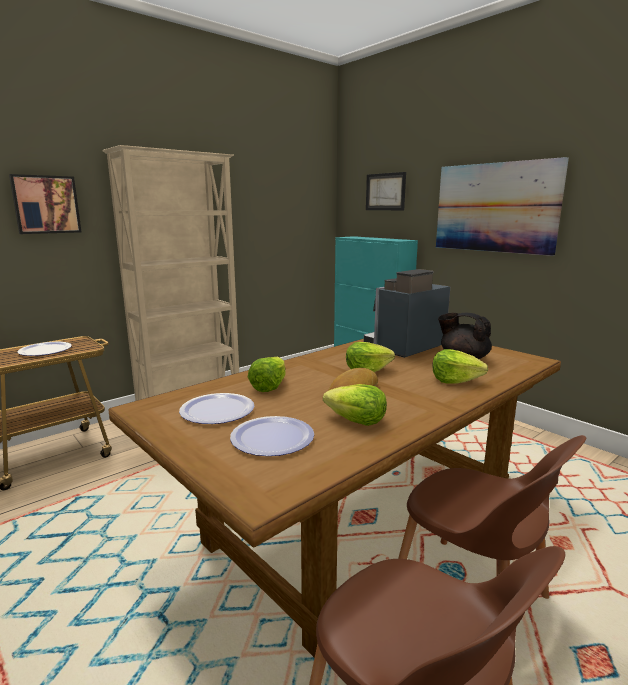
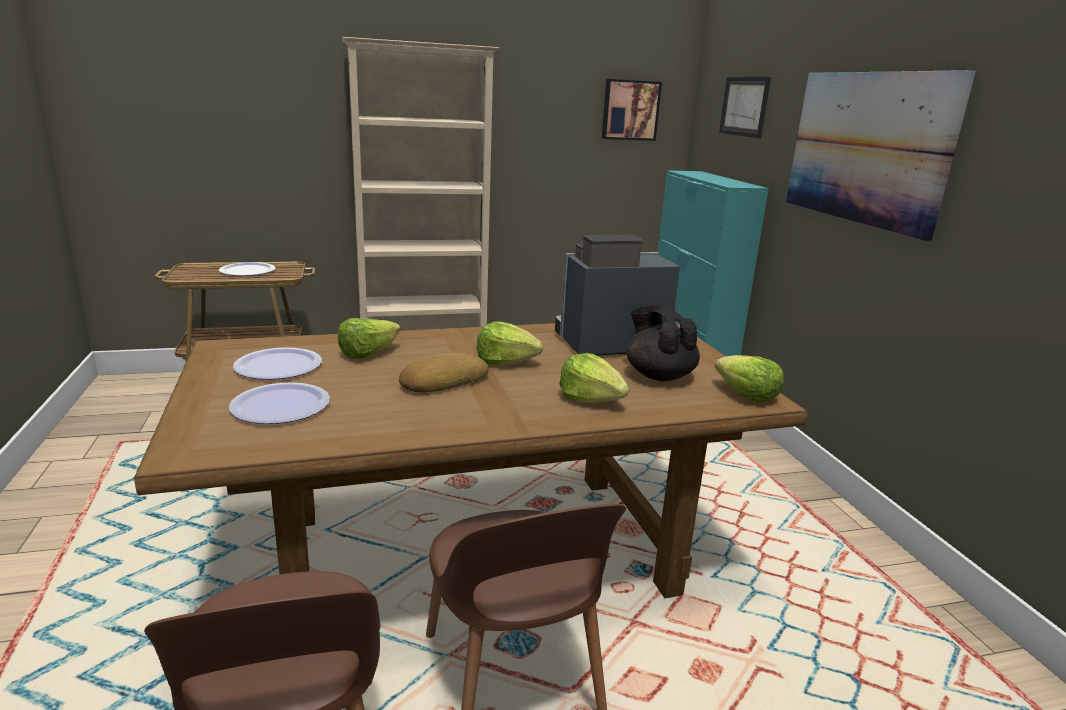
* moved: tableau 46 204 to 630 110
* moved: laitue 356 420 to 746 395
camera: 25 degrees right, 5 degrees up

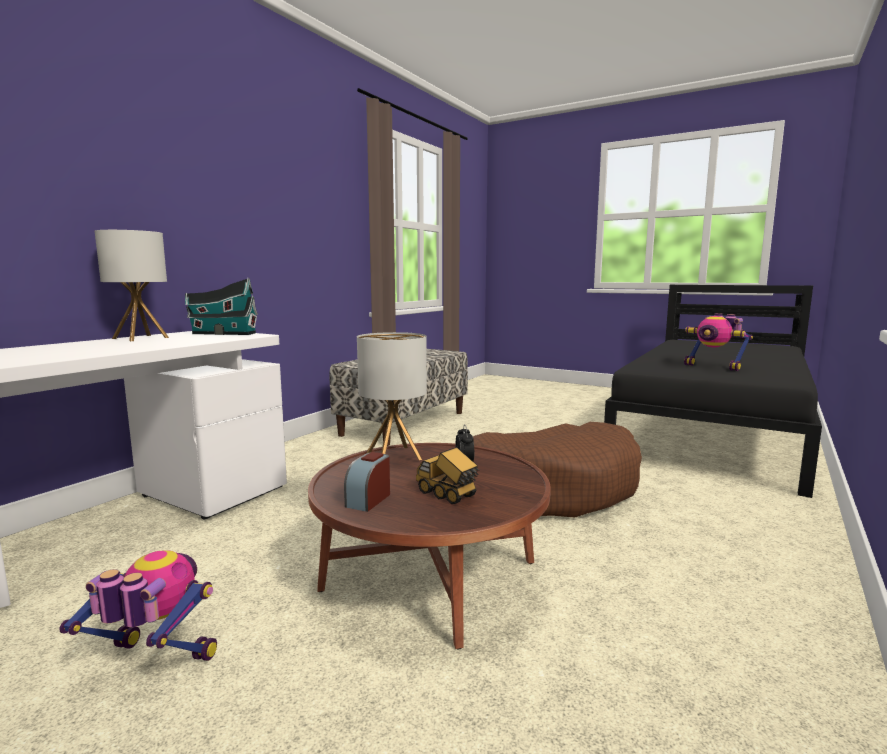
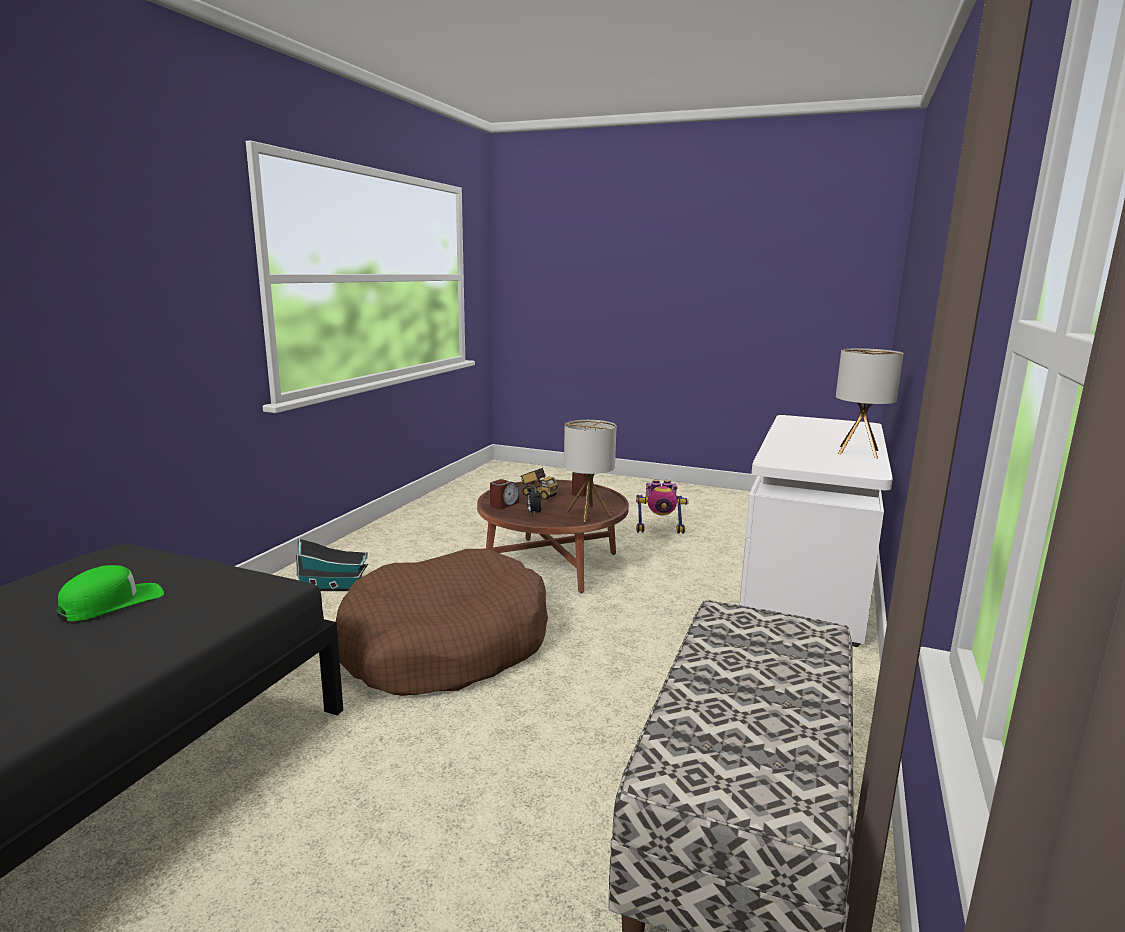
* added: réveil 504 504
* moved: maison miniature 222 333 to 334 587
* replaced: robot jouet 714 367 to casquette/vert 112 603
camera: 170 degrees right, 5 degrees up

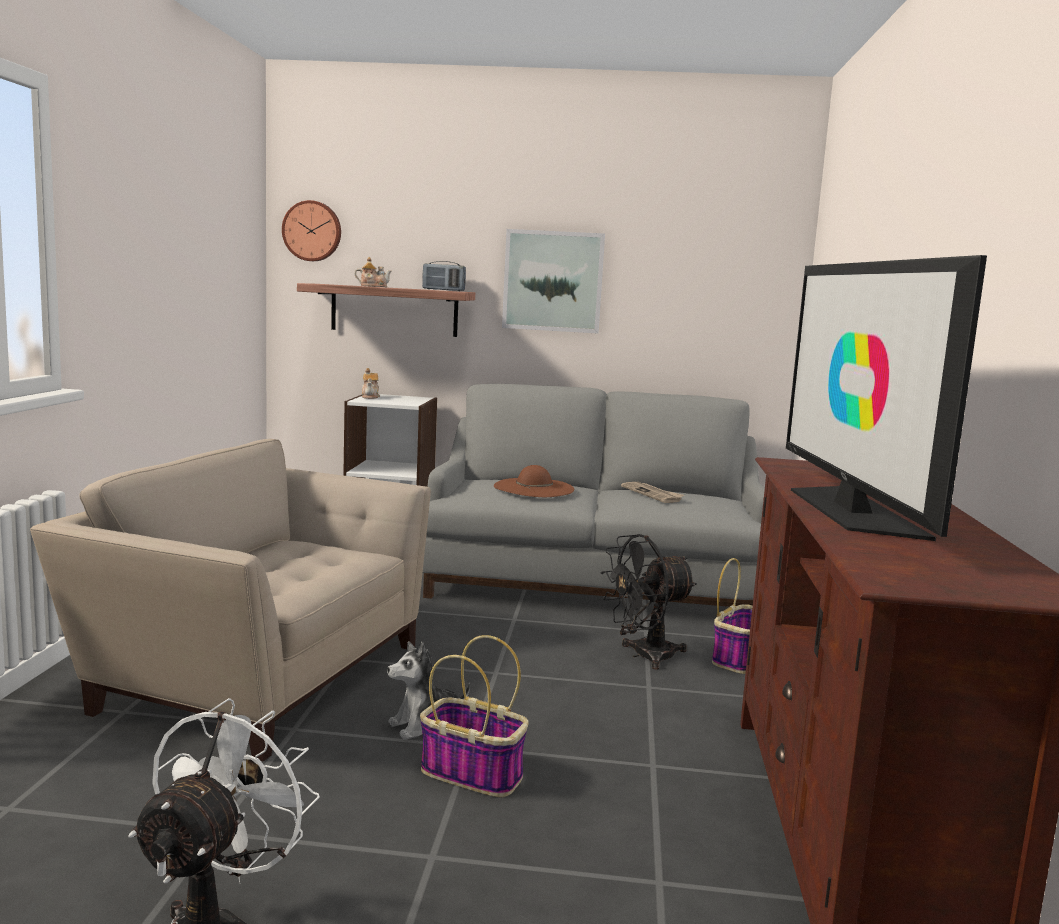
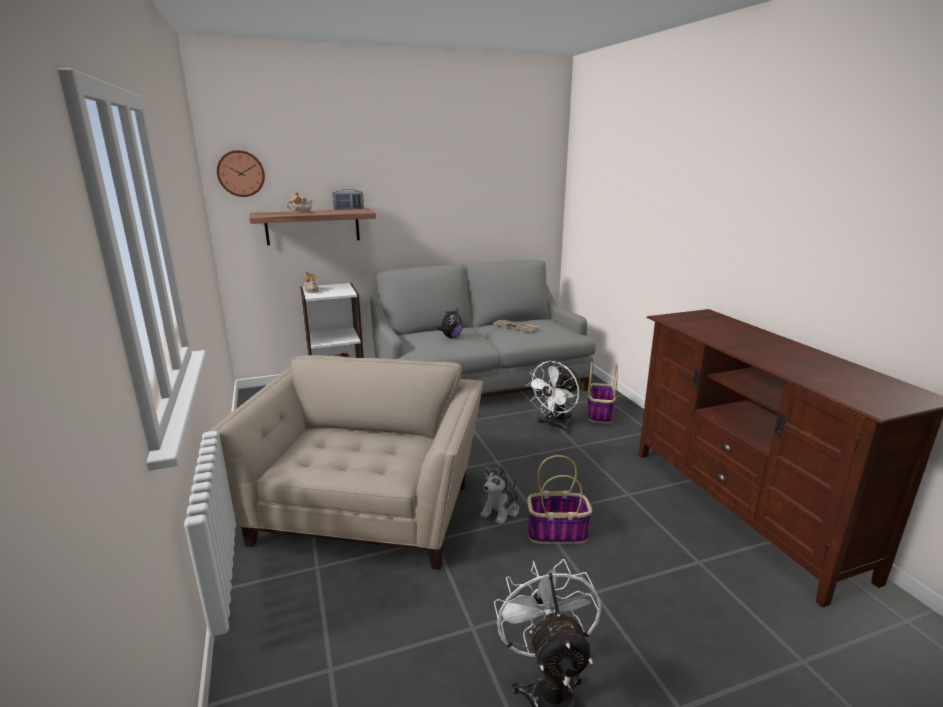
* removed: tableau 553 281
* removed: téléviseur 851 510
* replaced: chapeau/marron 534 488 to peluche 451 337
* recoloured: ventilateur/noir 643 656 to ventilateur/blanc 555 426
* turned: fauteuil/beige 257 674 = 367 508 105 degrees clockwise
camera: 25 degrees left, 10 degrees up

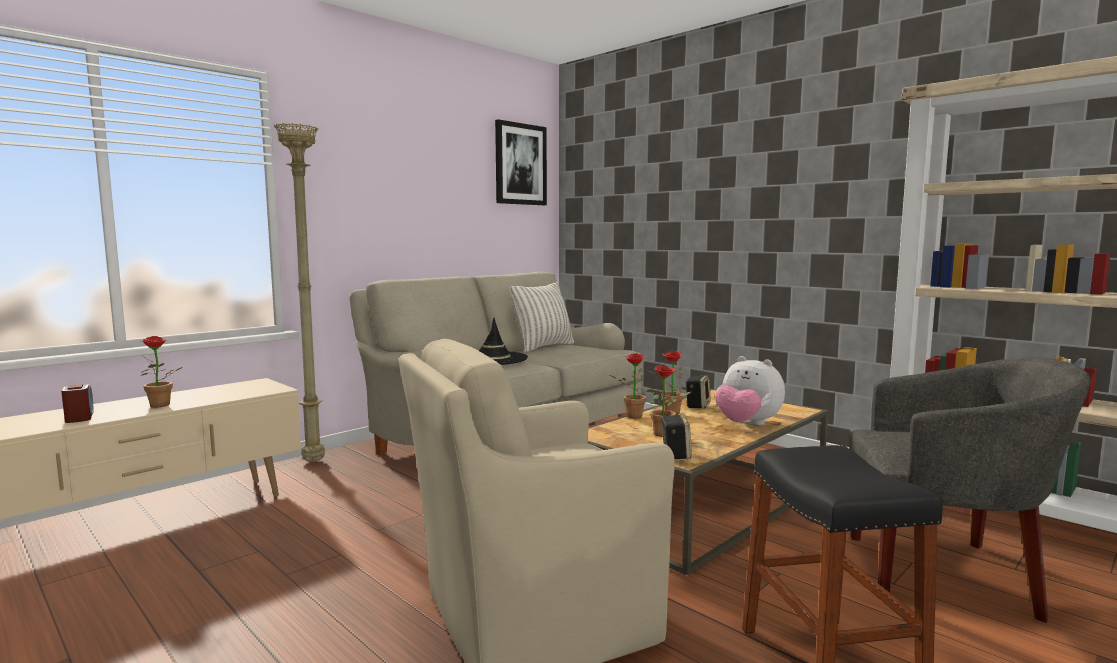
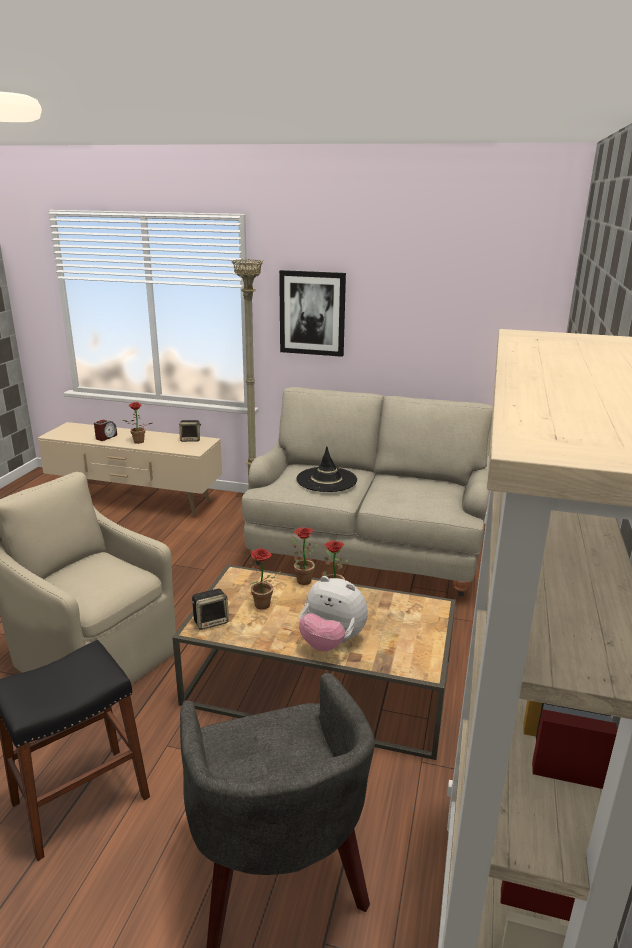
* removed: coussin 543 346
* moved: tableau 520 164 to 312 313
* moved: enceinte 697 405 to 190 439
* turned: peluche 747 424 = 331 642 75 degrees counterclockwise
camera: 60 degrees right, 15 degrees up

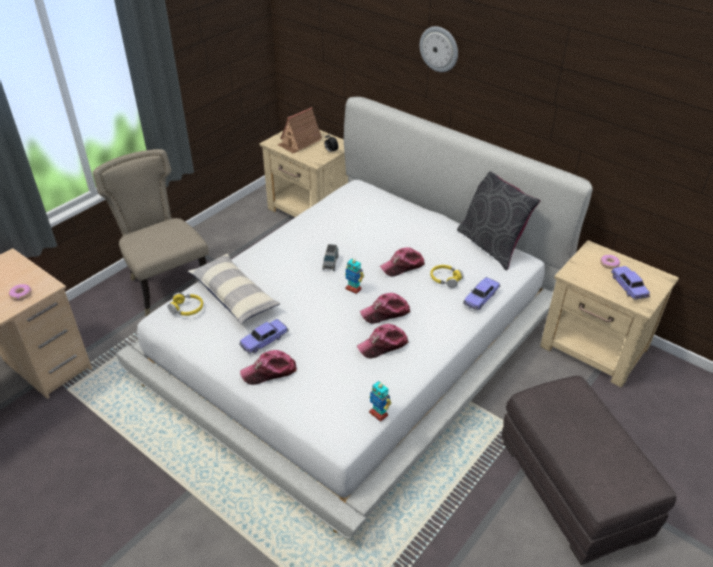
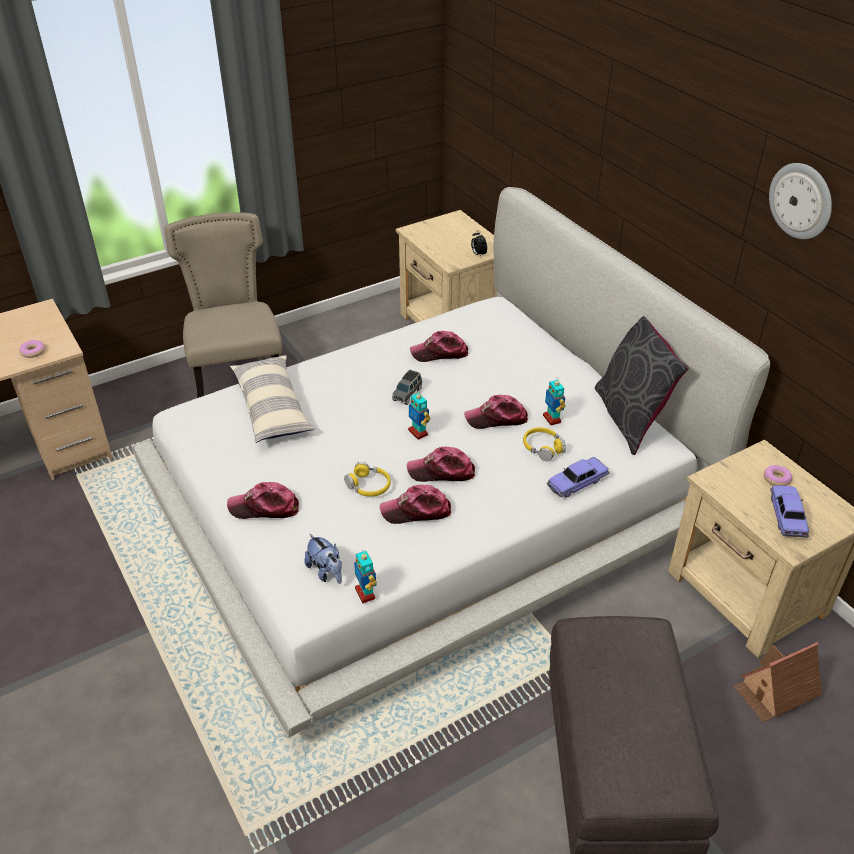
* removed: petite voiture 264 340
* added: peluche 326 572
* added: casquette 439 353
* added: robot jouet 552 419
* moved: casque audio/jaune 187 308 to 368 486
* moved: maison miniature 299 142 to 775 690
* moved: horloge murale 439 49 to 801 200
camera: 20 degrees right, 0 degrees up

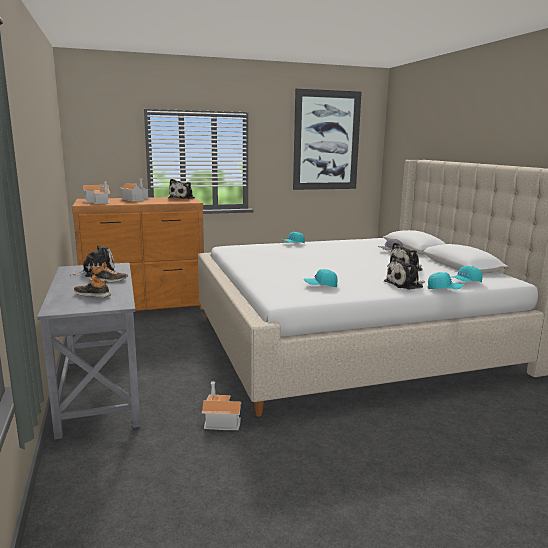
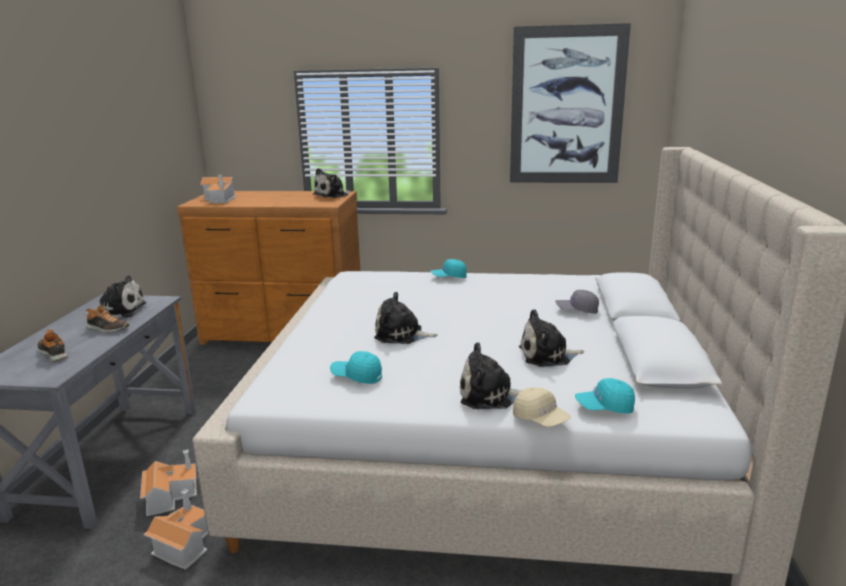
* added: peluche 401 335
* moved: maison miniature 135 199 to 170 495
* recoloured: casquette/turquoise 444 289 to casquette/beige 540 419
camera: 25 degrees right, 5 degrees up

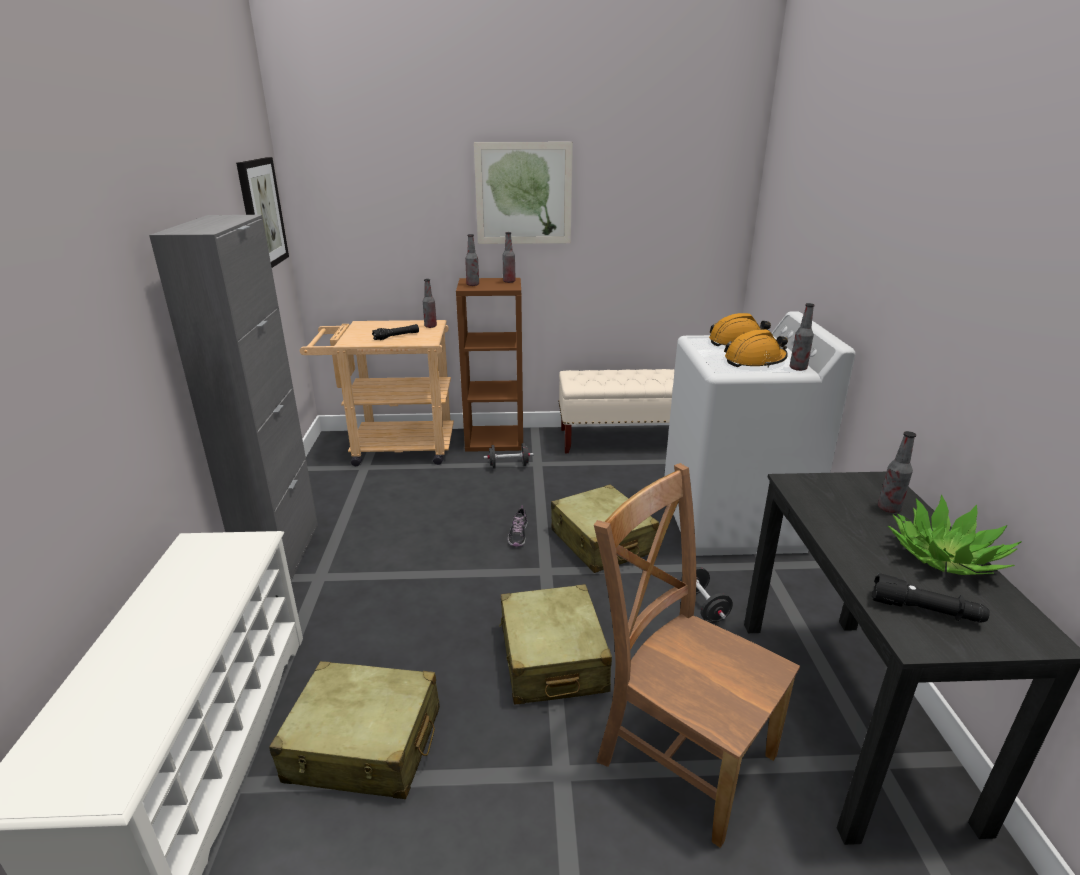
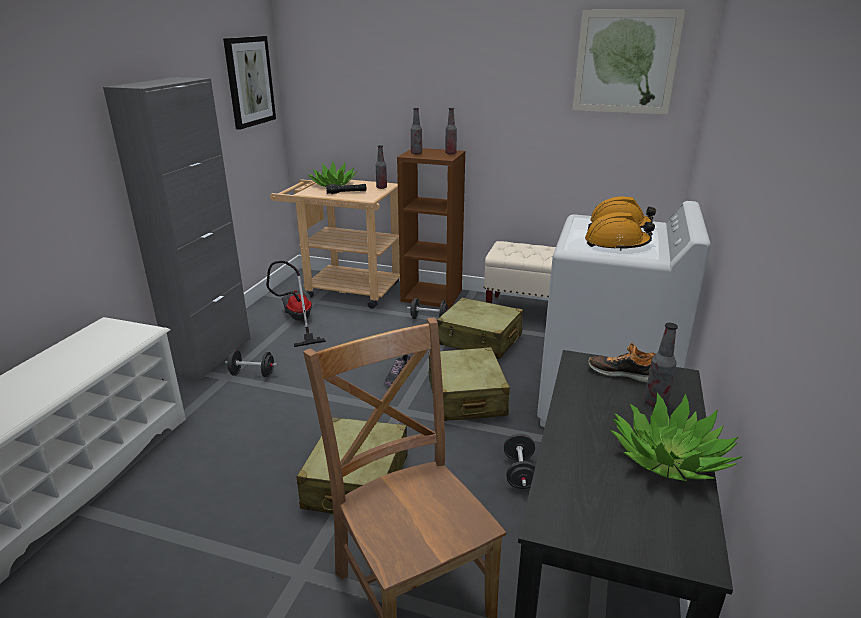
* removed: bouteille 798 368
* removed: lampe de poche/noir 925 611
* added: haltère/noir 252 374
* added: aspirateur 298 321
* added: plante en pot 333 184
* added: chaussure 622 373
* moved: valise/beige 364 745 to 479 340
* moved: tableau 523 194 to 625 62
camera: 20 degrees right, 0 degrees up

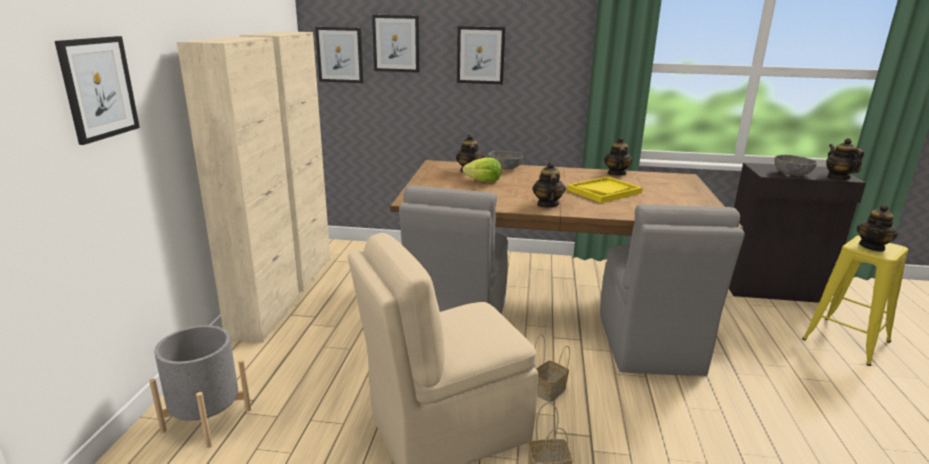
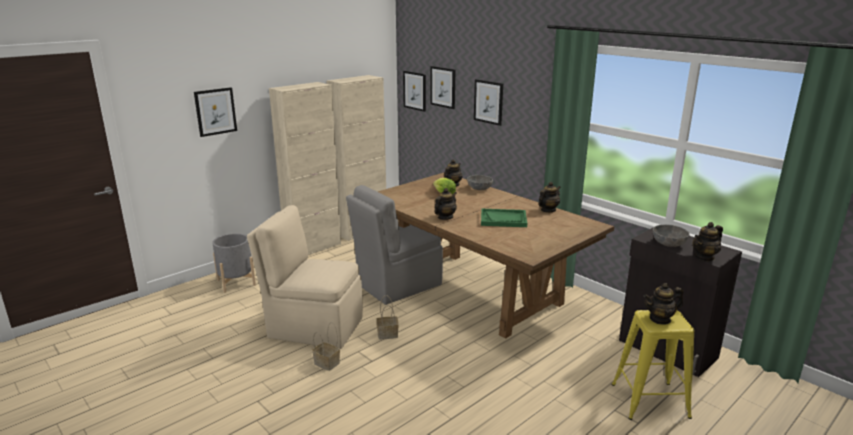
* removed: chaise/gris 649 346
* recoloured: plateau/jaune 604 191 to plateau/vert 503 219
* turned: théière 838 177 = 704 257 150 degrees counterclockwise
camera: 40 degrees right, 0 degrees up

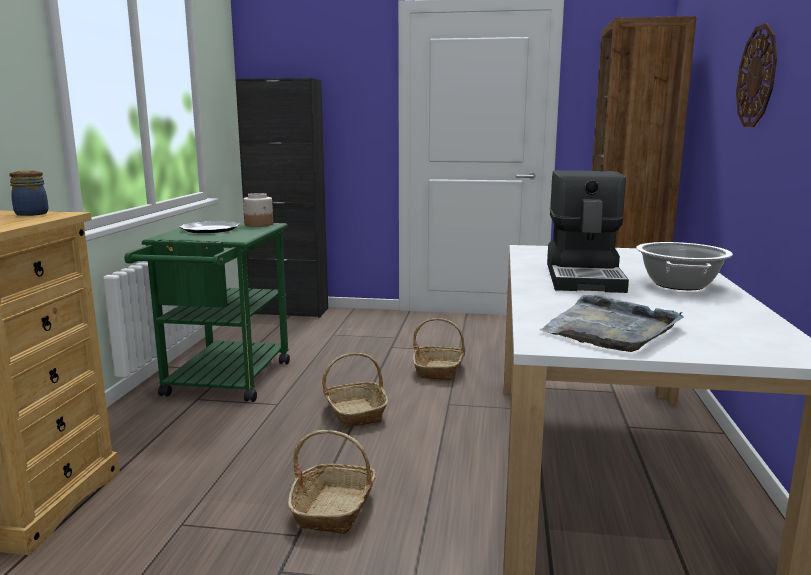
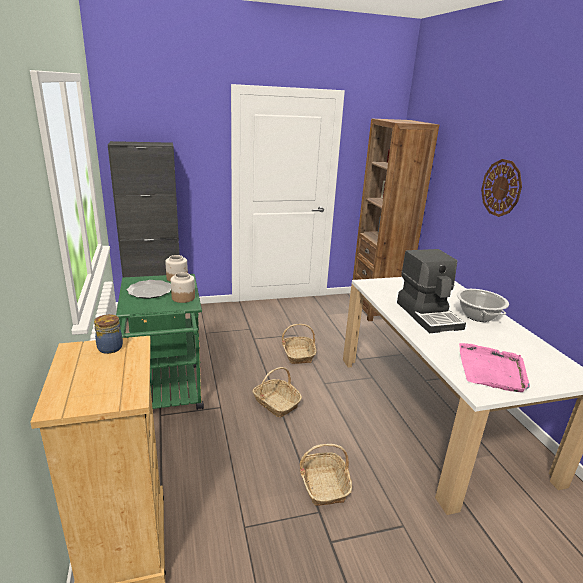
* added: bocal 183 298
* recoloured: plateau/gris 610 328 to plateau/rose 492 370
camera: 25 degrees left, 10 degrees up

